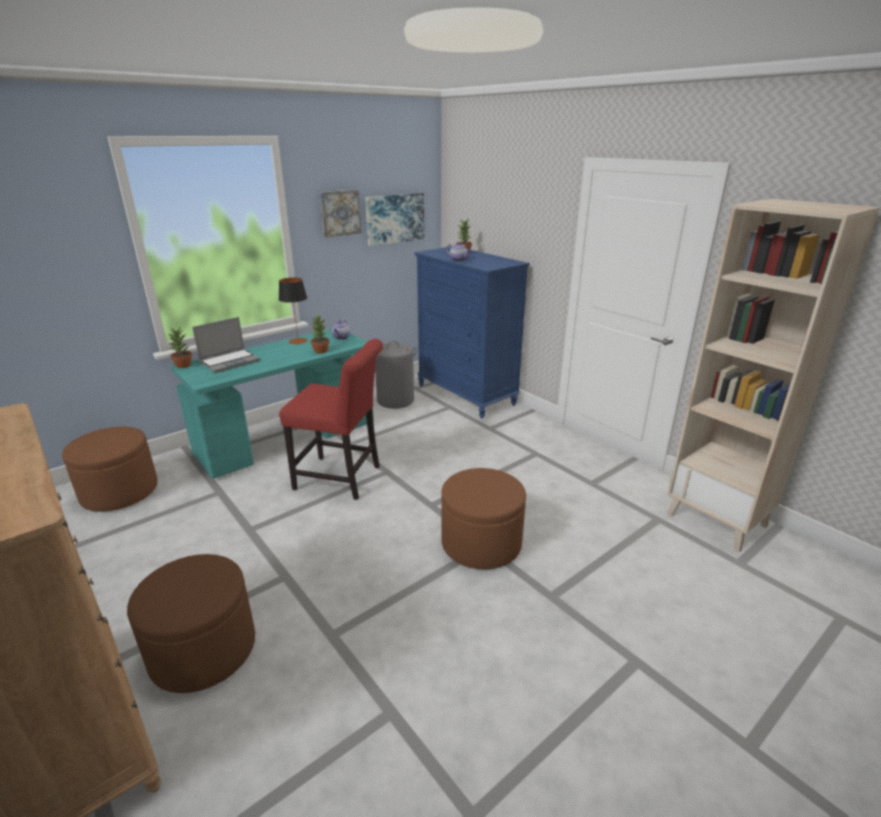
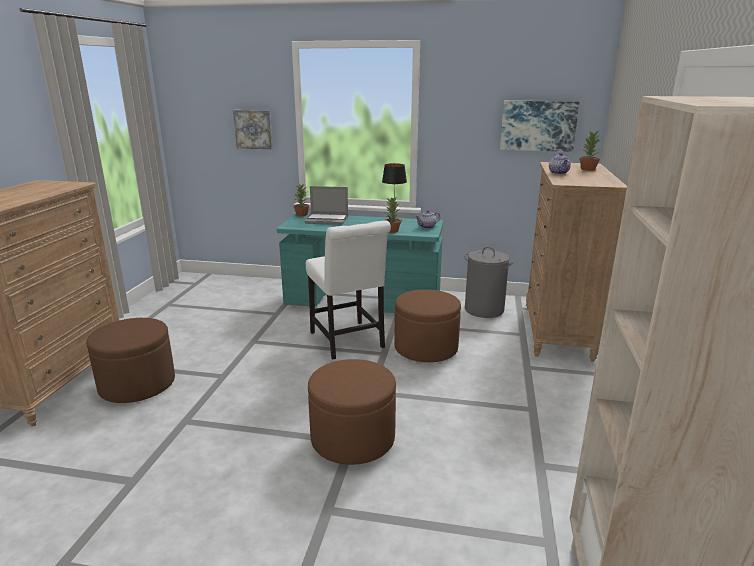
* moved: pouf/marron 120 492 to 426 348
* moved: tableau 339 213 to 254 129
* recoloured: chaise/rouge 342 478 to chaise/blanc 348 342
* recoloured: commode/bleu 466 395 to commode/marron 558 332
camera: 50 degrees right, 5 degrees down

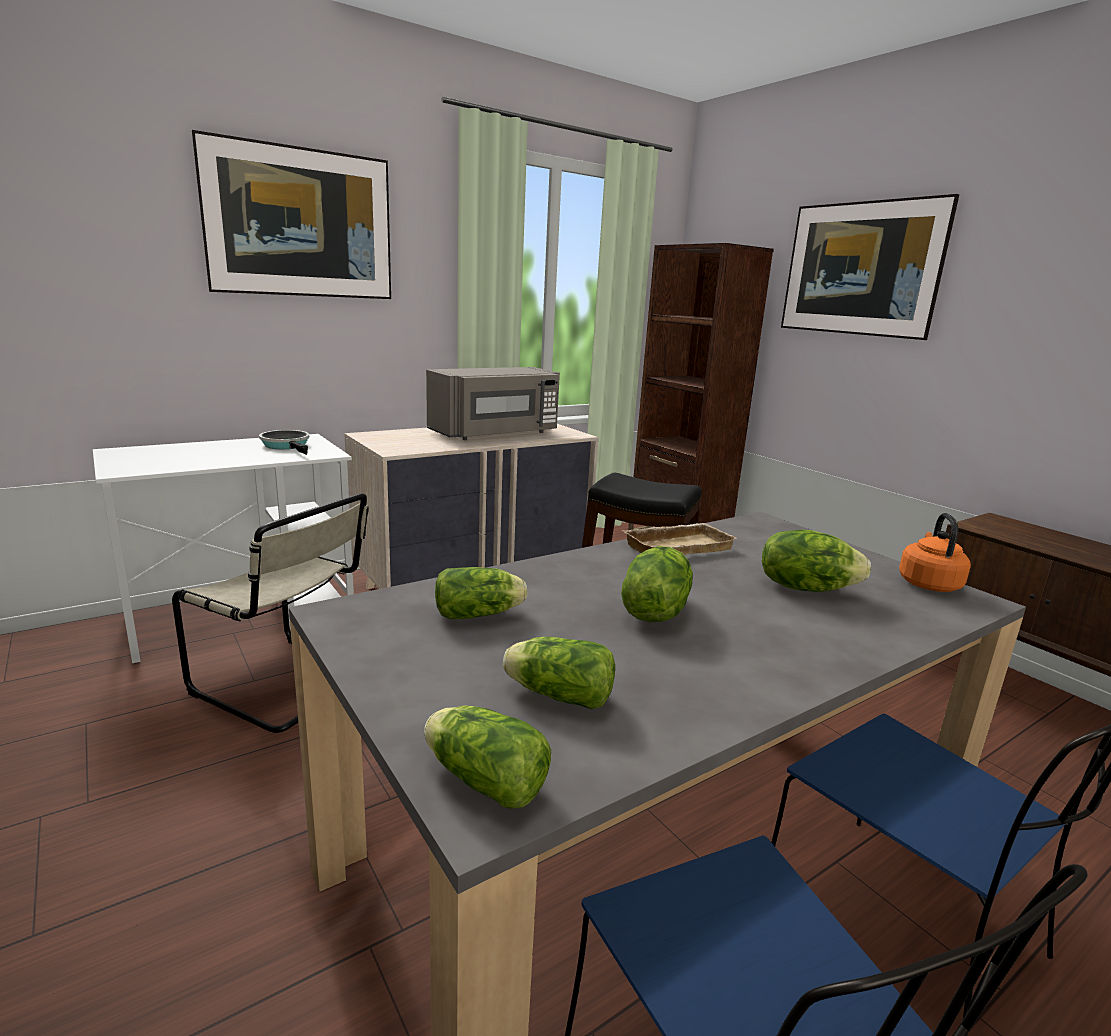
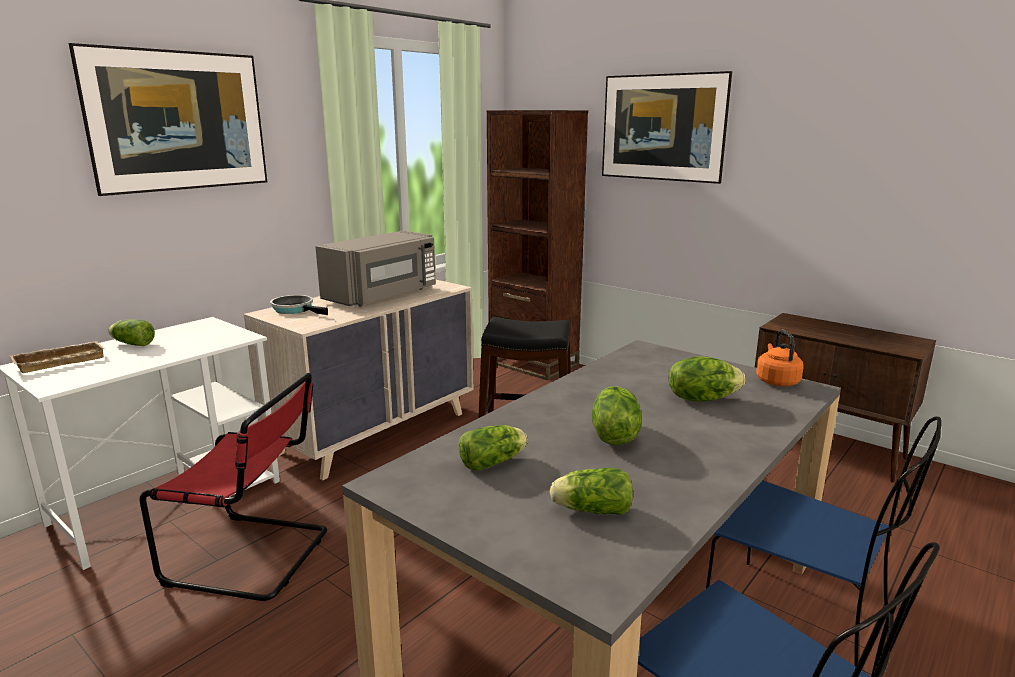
* moved: poêle 287 446 to 295 309
* moved: laitue 482 779 to 132 343
* moved: plateau/beige 677 546 to 61 361
* recoloured: chaise/beige 289 685 to chaise/rouge 254 556
camera: 15 degrees left, 0 degrees up

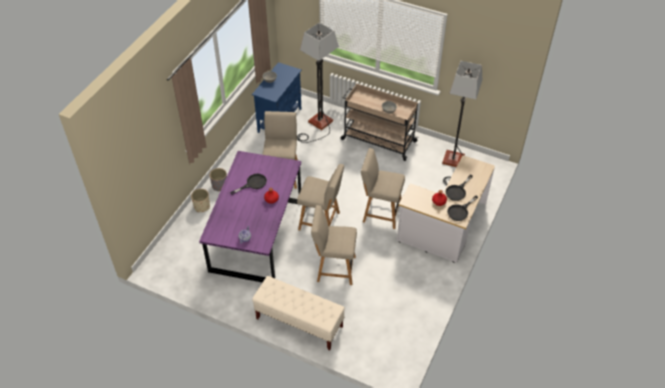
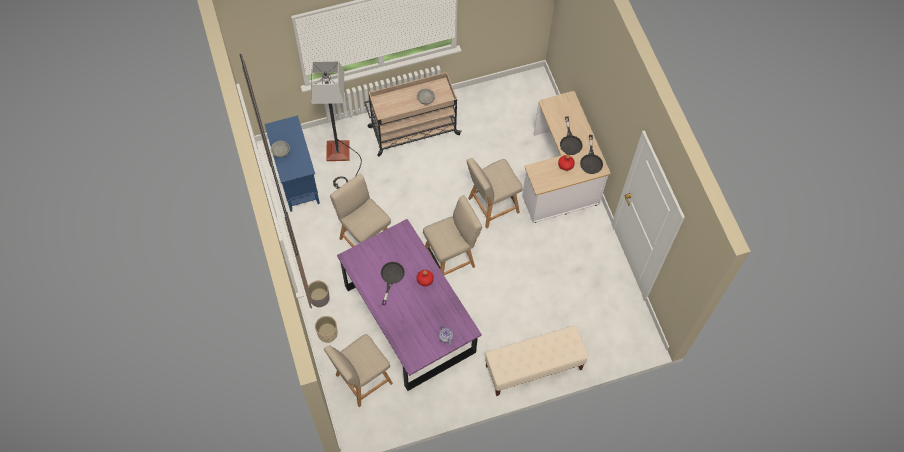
* removed: lampadaire 454 164
* moved: chaise/beige 334 268 to 361 380
camera: 45 degrees left, 15 degrees up

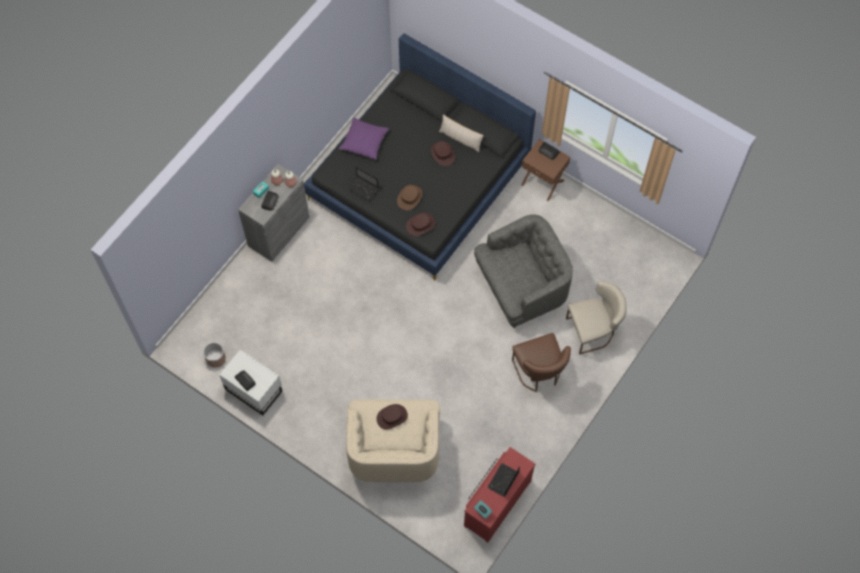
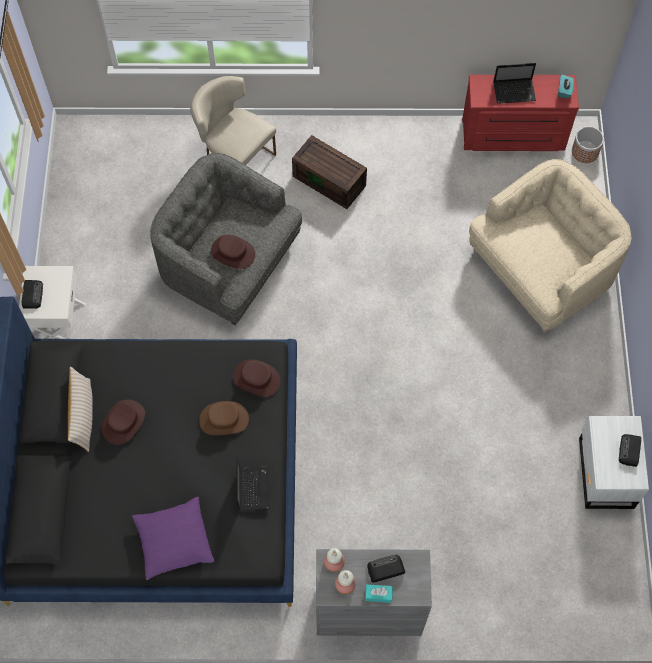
* moved: cache-pot 215 358 to 585 152
* moved: chapeau/marron 392 417 to 233 253
* replaced: chaise/marron 539 373 to boîte de rangement/marron 330 181
* recoloured: table de chevet/marron 543 182 to table de chevet/blanc 59 325
camera: 125 degrees left, 0 degrees up

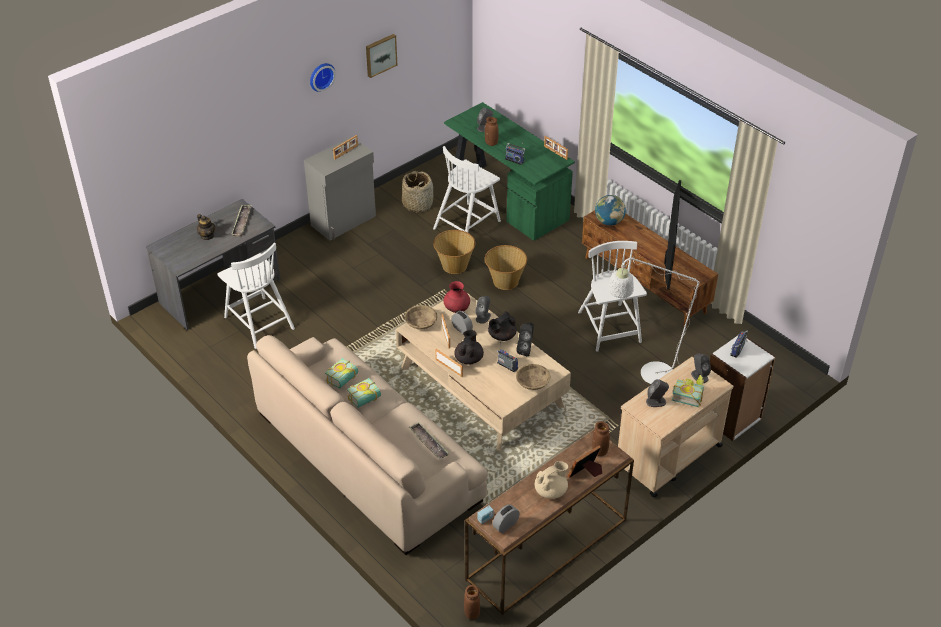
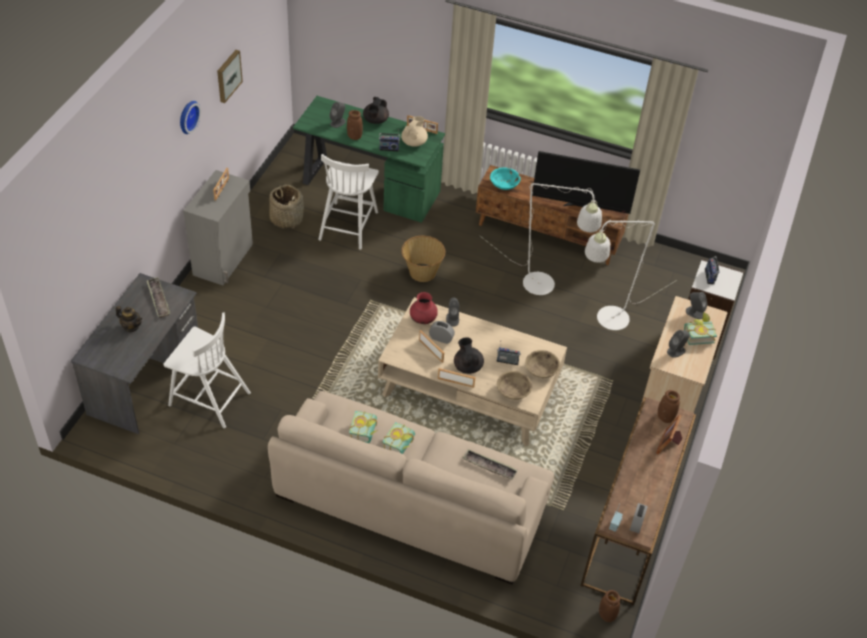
* removed: panier 454 265
* removed: enceinte/noir 526 350
* moved: bol/beige 421 323 to 513 391
* moved: théière/noir 501 336 to 375 120
* moved: théière/beige 551 491 to 414 142
* replaced: chaise/blanc 609 328 to lampadaire/blanc 545 288
* replaced: globe 609 222 to bol/turquoise 504 184
* turned: téléviseur 668 260 = 580 206 120 degrees clockwise
camera: 30 degrees left, 5 degrees up

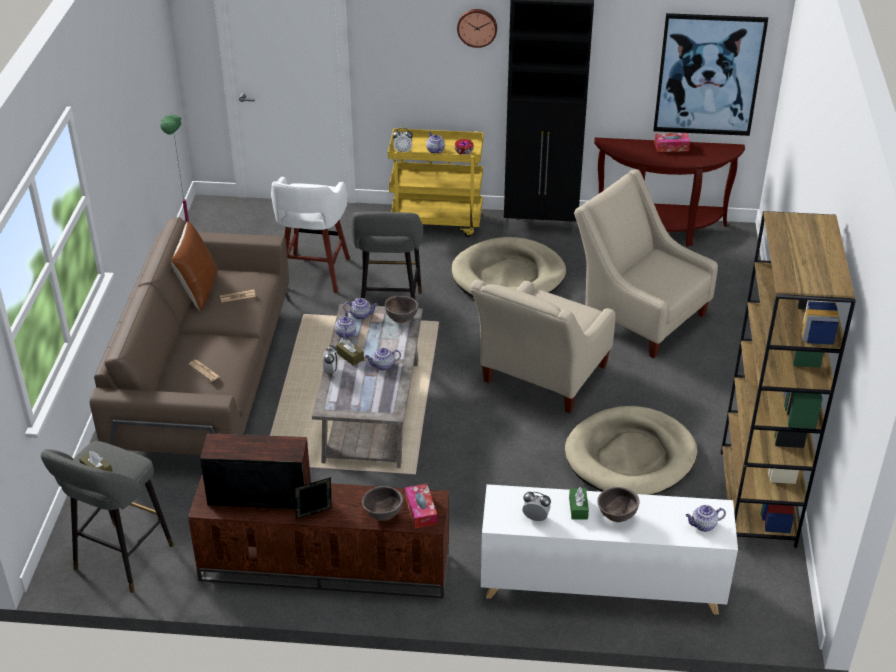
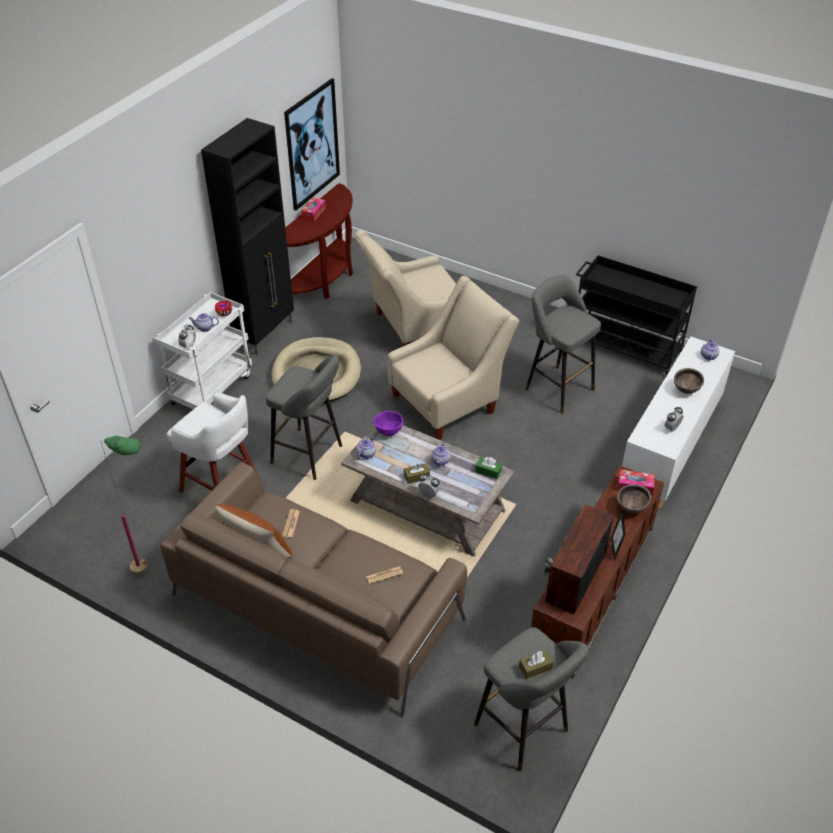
* removed: théière 345 333
* removed: horloge murale 477 27
* moved: boîte à mouchoirs/vert 578 508 to 488 471
* replaced: panier pour chien/beige 630 456 to tabouret/gris 556 387
* replaced: bibliothèque/marron 758 499 to chariot/noir 624 348
* recoloured: bol/marron 401 319 to bol/violet 388 432
* recoloured: chariot/jaune 437 222 to chariot/blanc 212 388
* turned: fauteuil/beige 540 379 = 449 401 90 degrees counterclockwise
camera: 65 degrees left, 5 degrees up

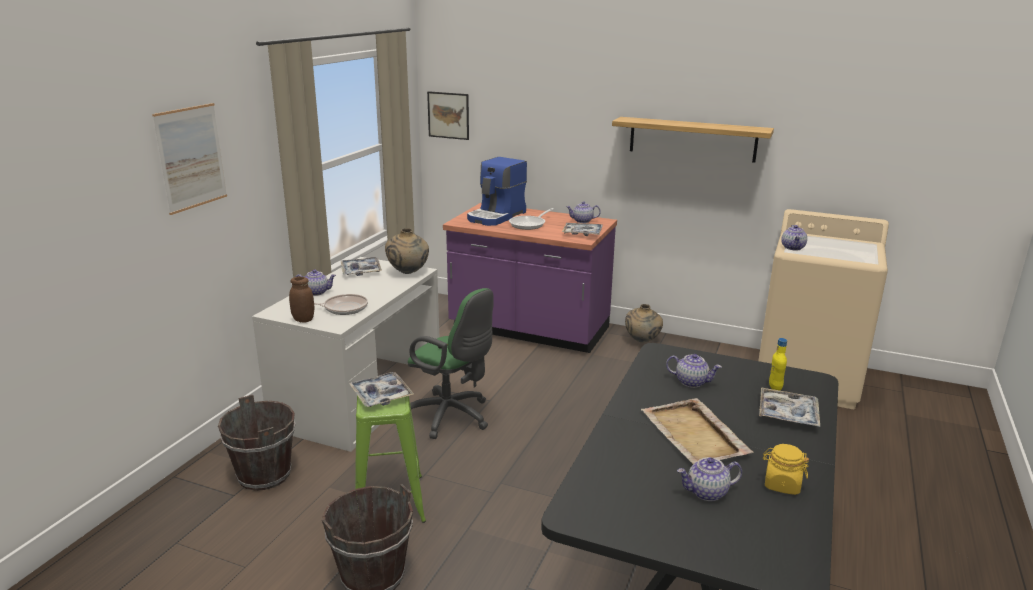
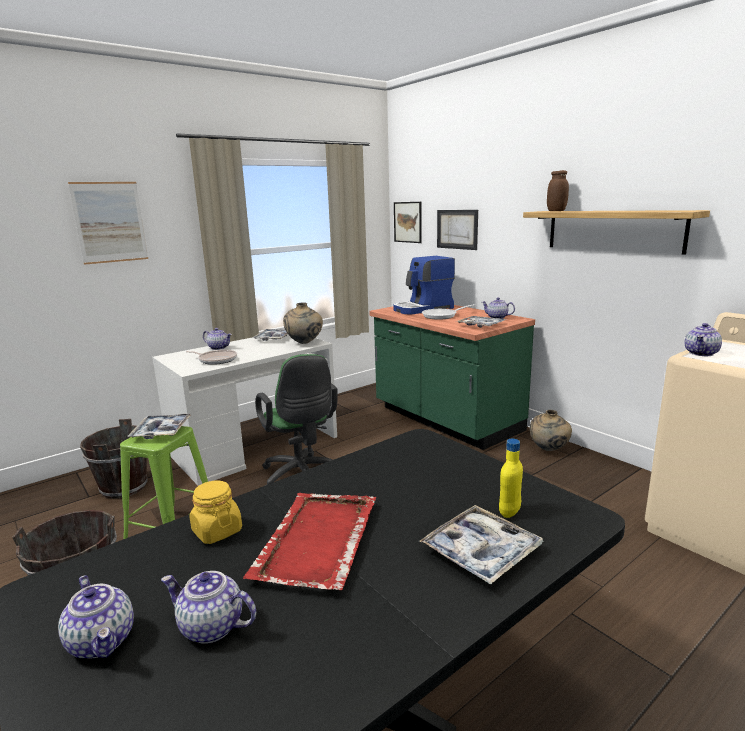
* added: tableau 457 229
* moved: bocal/marron 303 320 to 556 211
* moved: théière 691 382 to 103 641
* moved: bocal/jaune 781 484 to 217 531
* recoloured: comptoir de cuisine/violet 529 329 to comptoir de cuisine/vert 446 420
* recoloured: plateau/beige 694 435 to plateau/rouge 316 541
camera: 30 degrees right, 5 degrees down

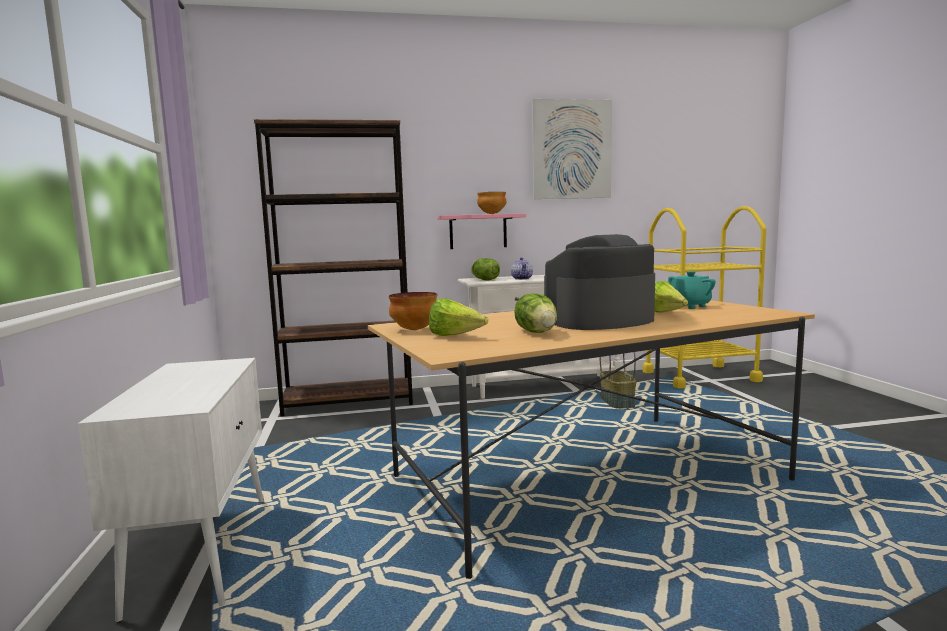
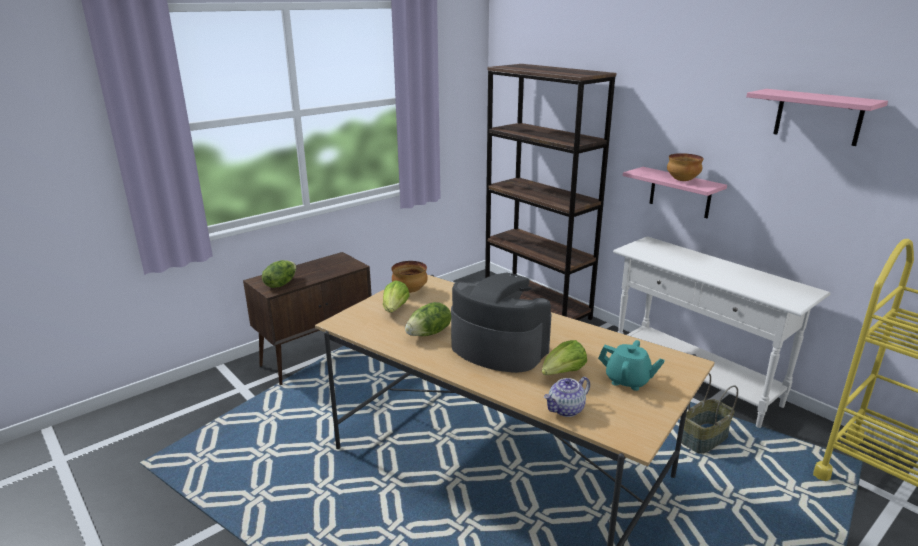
* moved: laitue 484 280 to 280 284
* moved: théière 522 279 to 566 410
* replaced: tableau 571 149 to étagère/rose 818 117
* recoloured: meuble de rangement/blanc 203 550 to meuble de rangement/marron 318 357
camera: 60 degrees right, 15 degrees up

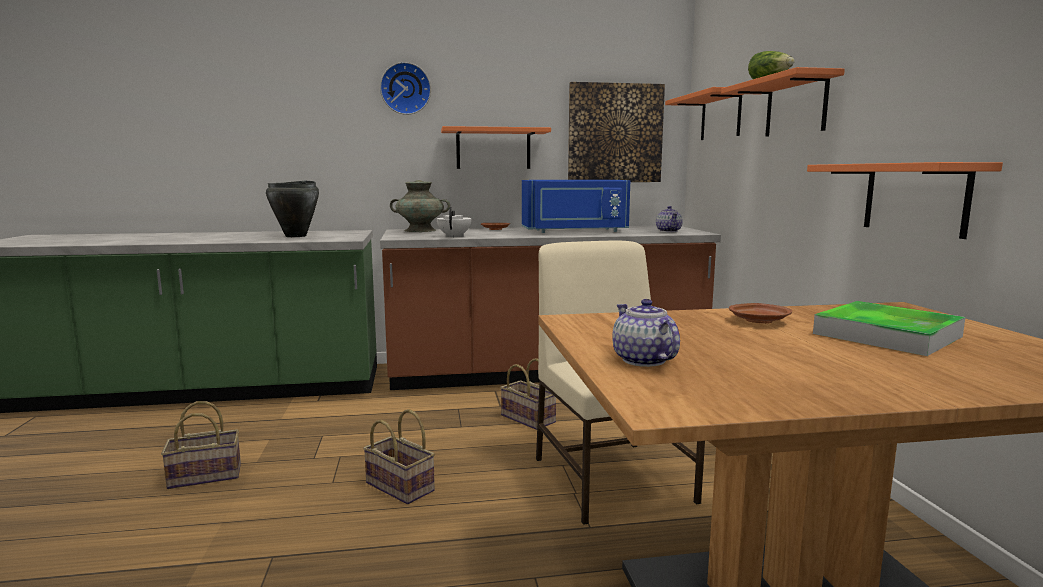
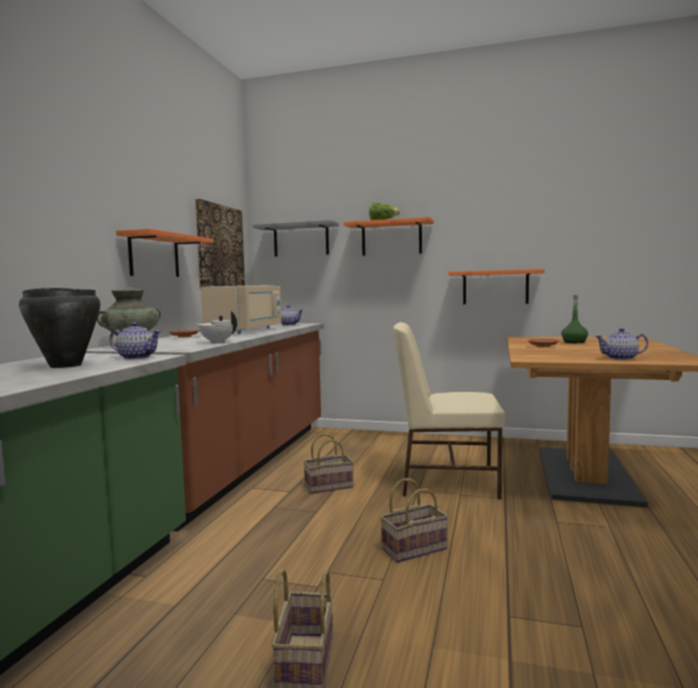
* removed: horloge murale 405 89
* added: théière 136 357
* replaced: plateau 887 335 to bouteille/vert 574 342
* recoloured: micro-ondes/bleu 575 231 to micro-ondes/beige 246 331
* recoloured: étagère/orange 720 116 to étagère/gris 301 240
camera: 65 degrees left, 5 degrees down

